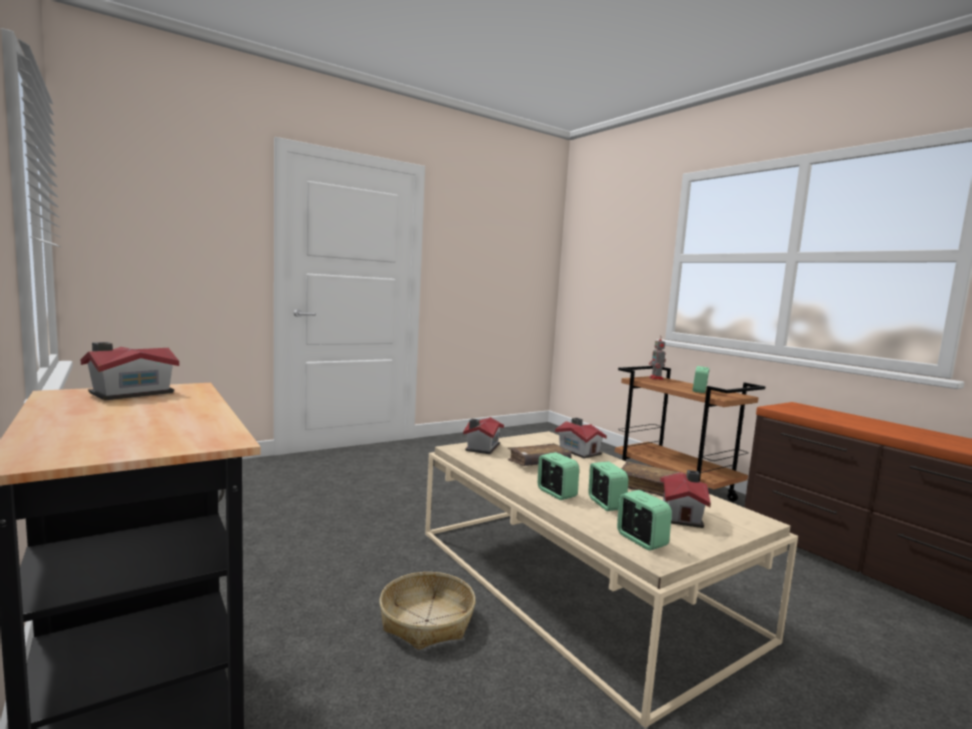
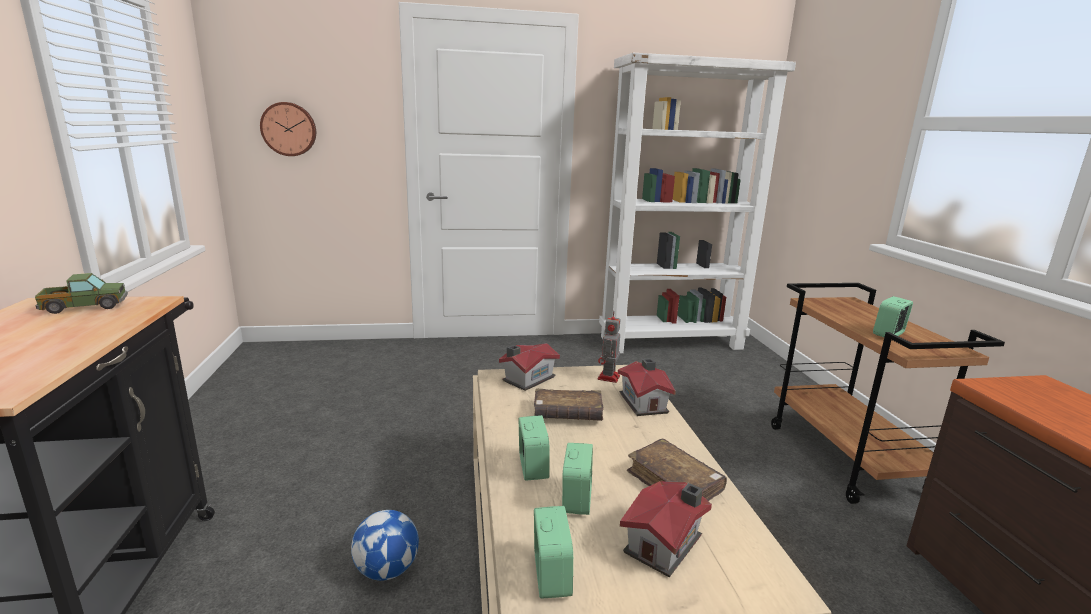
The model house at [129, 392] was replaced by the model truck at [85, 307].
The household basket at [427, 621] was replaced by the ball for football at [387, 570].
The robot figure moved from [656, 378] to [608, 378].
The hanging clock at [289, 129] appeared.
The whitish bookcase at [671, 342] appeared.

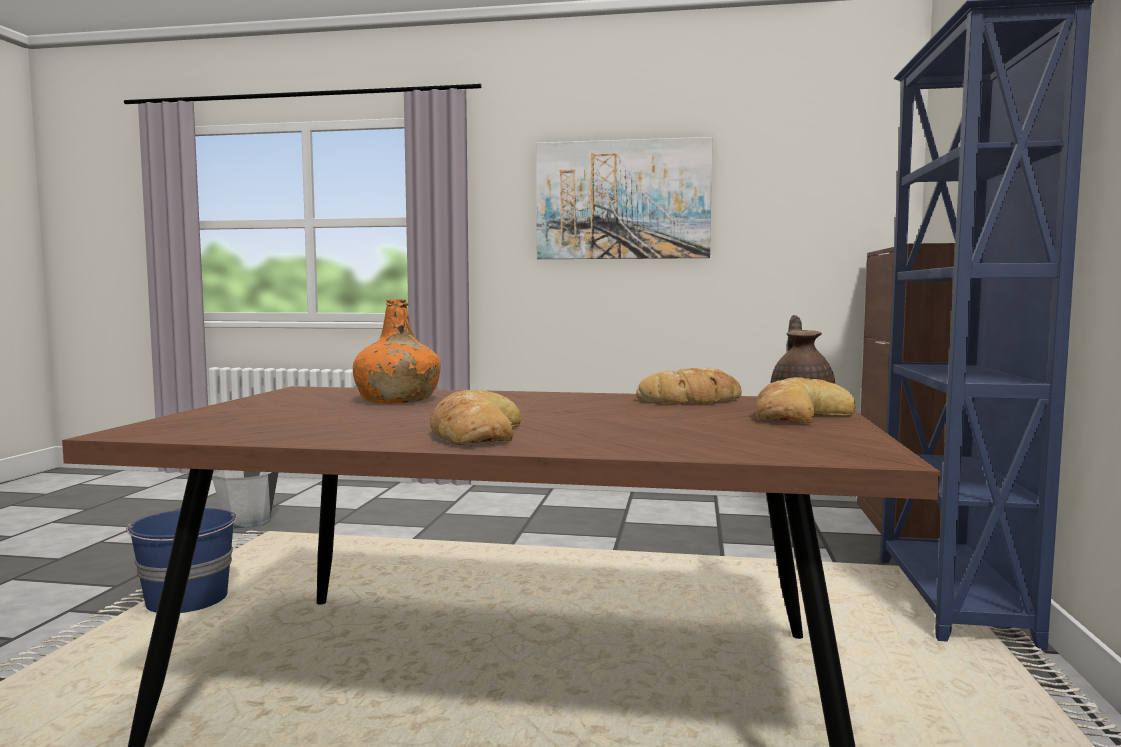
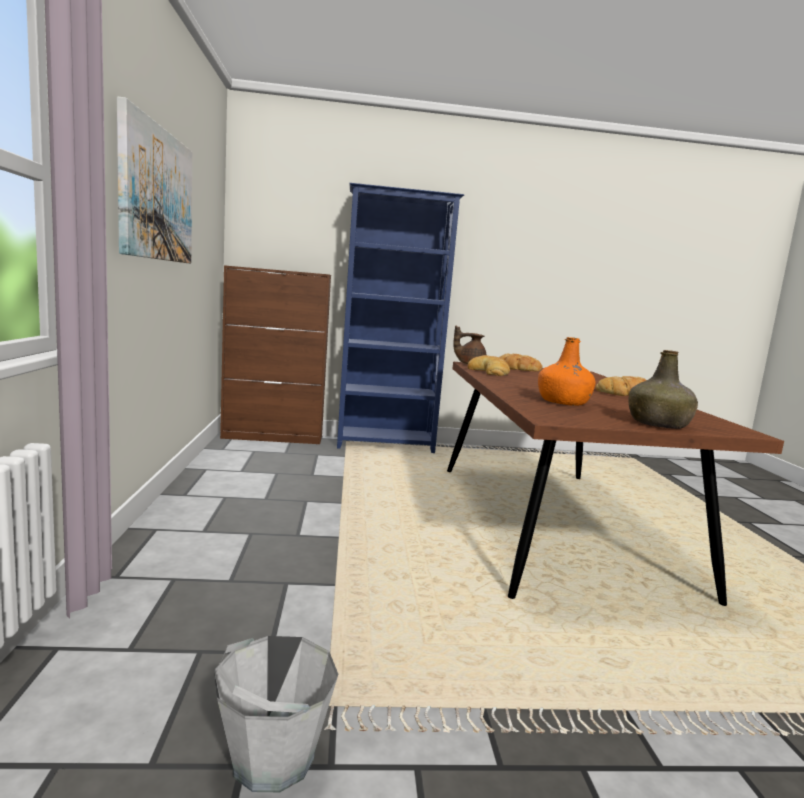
The bluish pail at [187, 601] disappeared.
The green-coloured bottle at [658, 424] appeared.

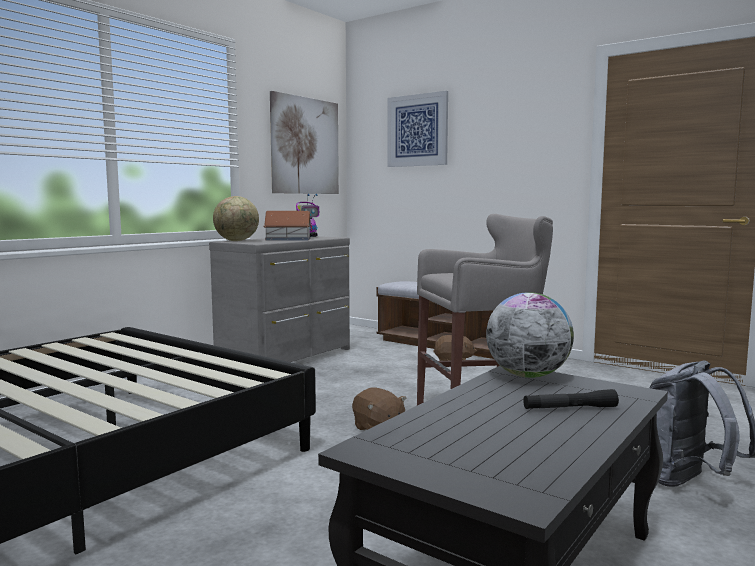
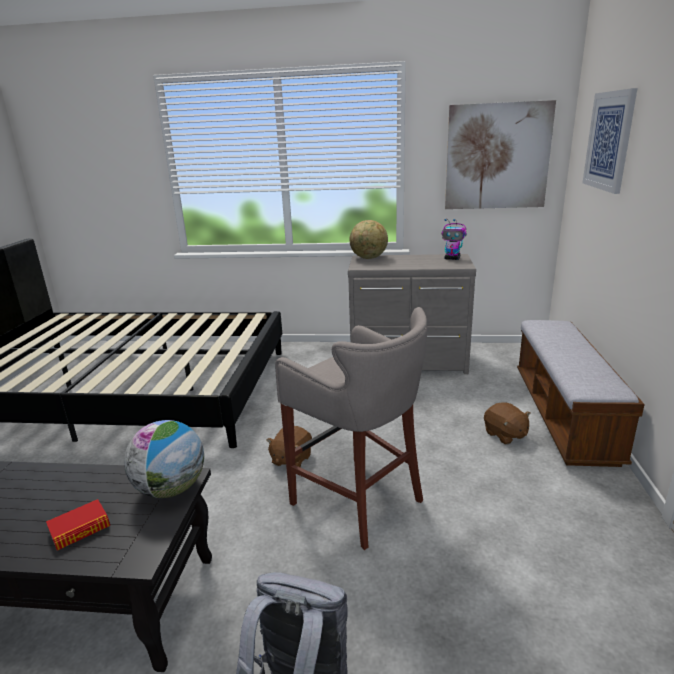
The model house at [288, 239] disappeared.
The blackish hand torch at [570, 408] was replaced by the bound book at [80, 529].

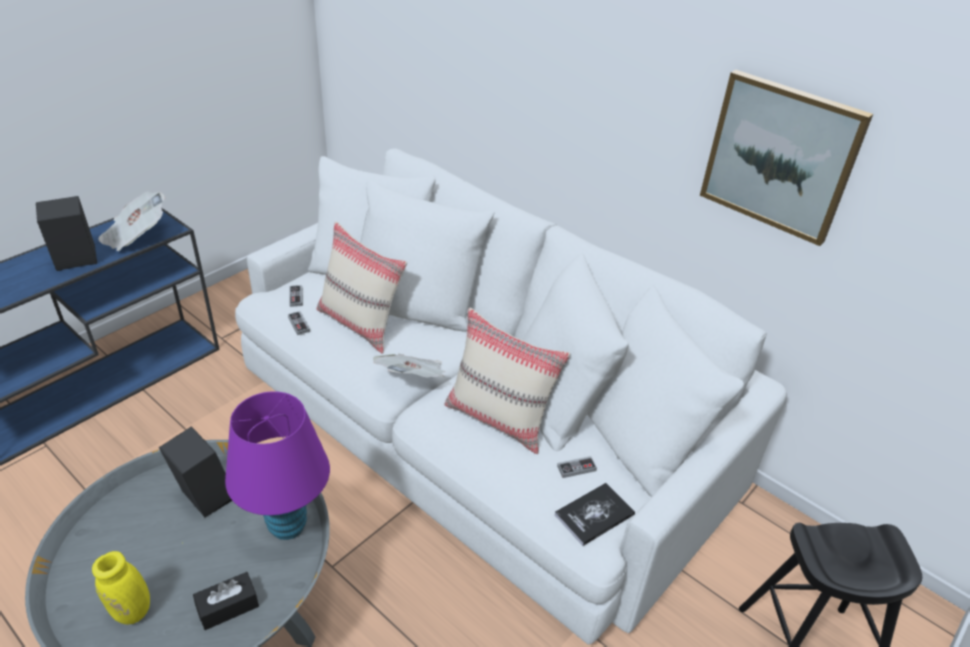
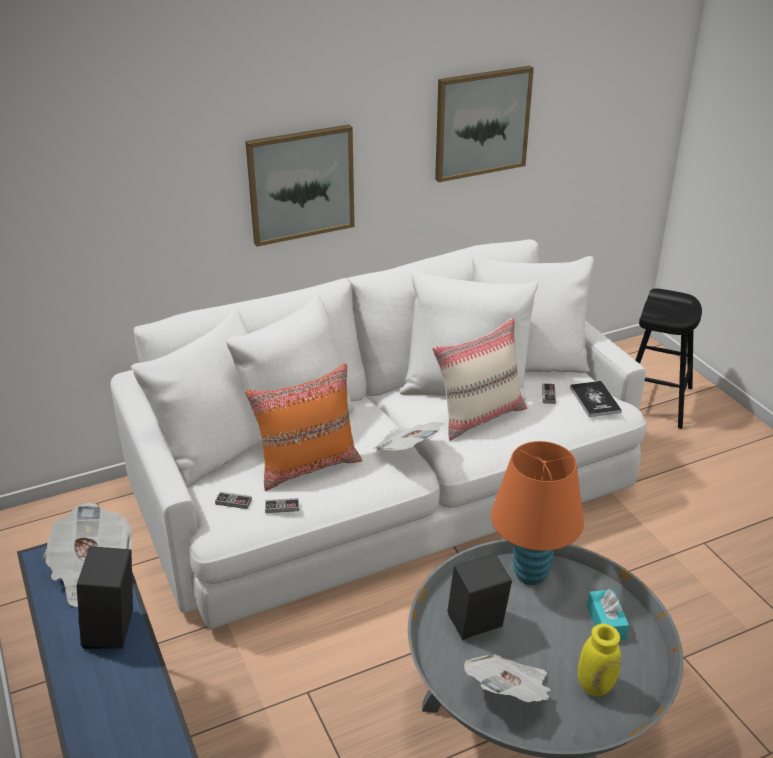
The blackish box of tissues at [228, 607] became the turquoise-coloured box of tissues at [606, 622].
The purple table lamp at [287, 526] became the orange table lamp at [531, 574].
The beige-coloured throw pillow at [361, 324] became the orange throw pillow at [308, 466].
The wall picture at [301, 184] appeared.
The printed paper at [509, 692] appeared.

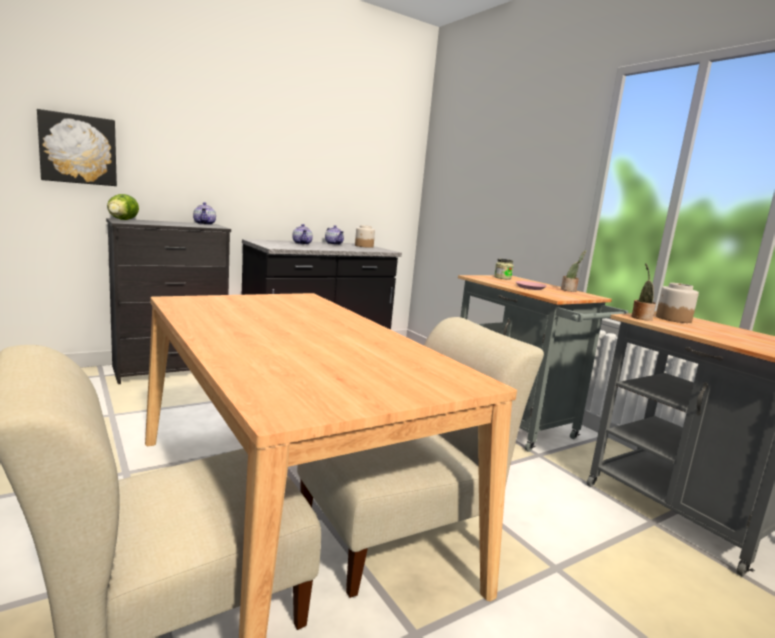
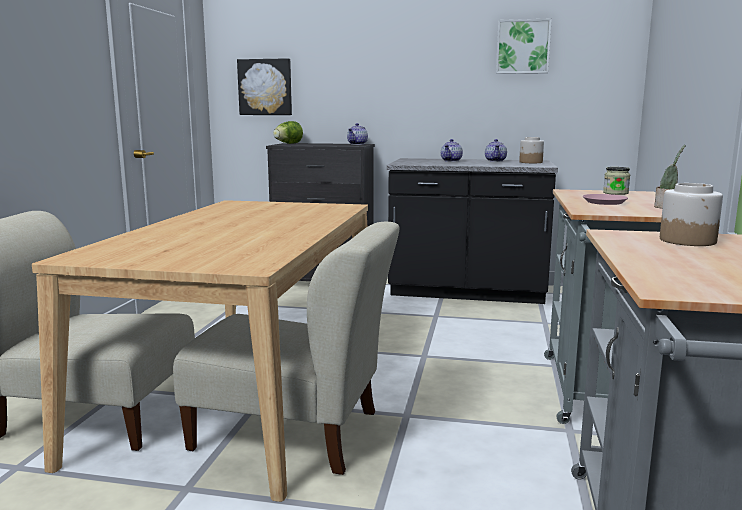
The plant in a pot at [641, 318] disappeared.
The wall picture at [523, 47] appeared.

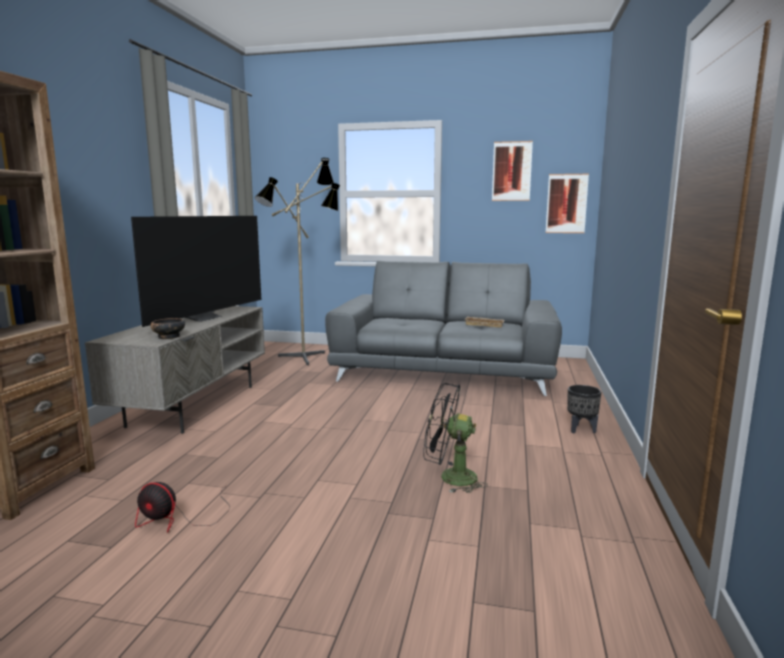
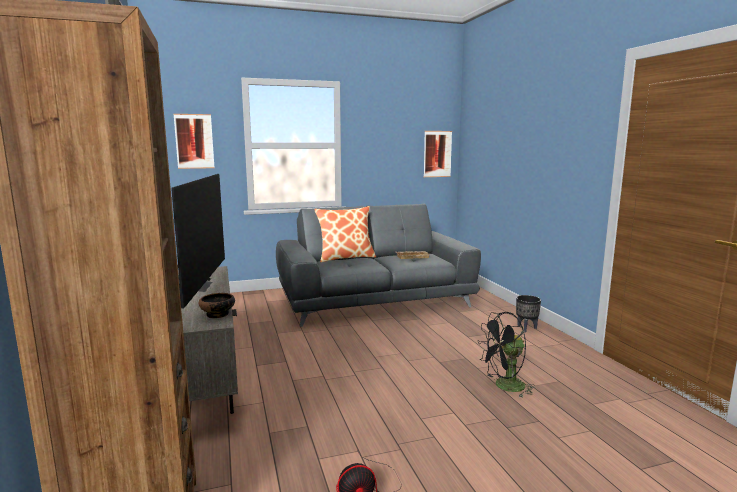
The standing lamp at [307, 359] disappeared.
The wall picture moved from [511, 171] to [194, 141].
The throw pillow at [345, 257] appeared.

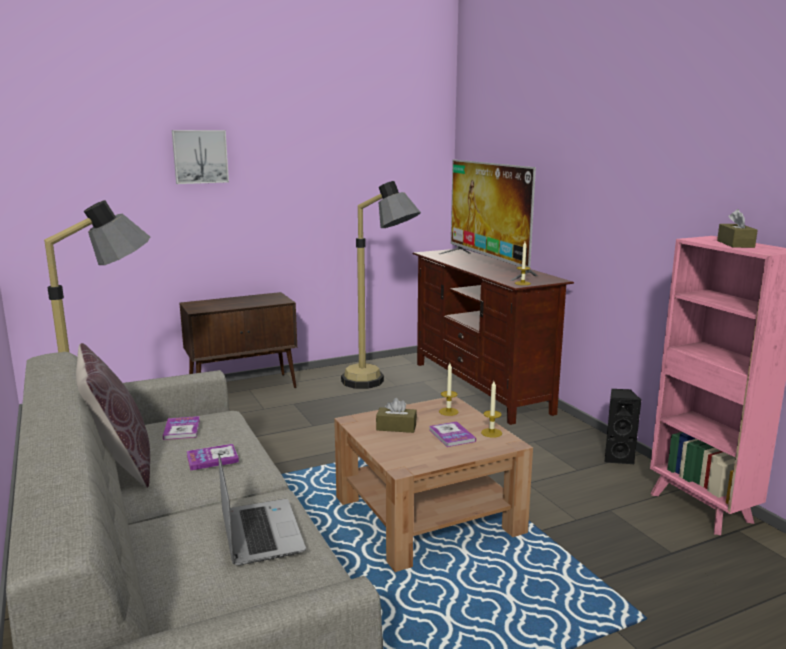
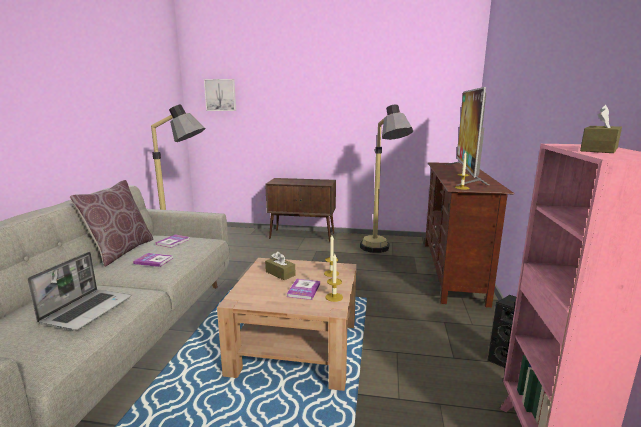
The wall picture moved from [200, 156] to [220, 95].

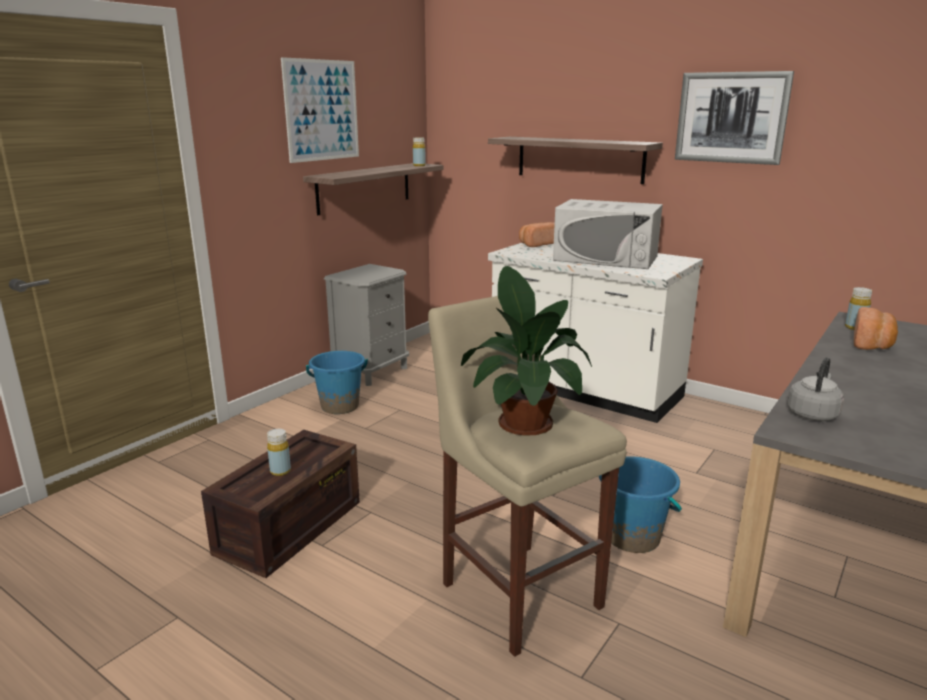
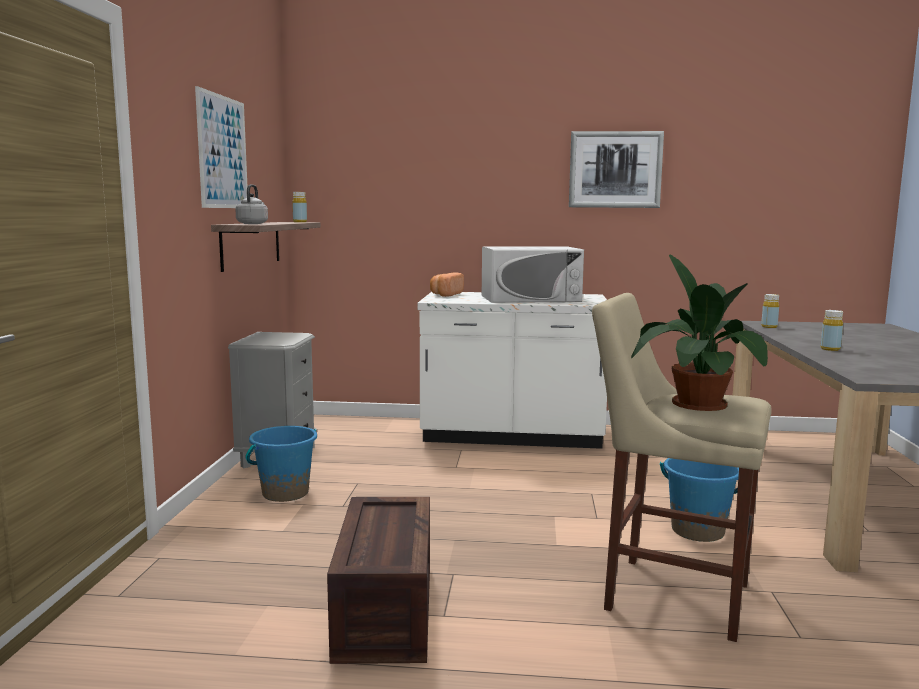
The yellowish bottle moved from [280, 471] to [830, 349].
The shelf at [579, 159] disappeared.
The greyish tea kettle moved from [813, 414] to [253, 224].
The bread at [872, 344] disappeared.

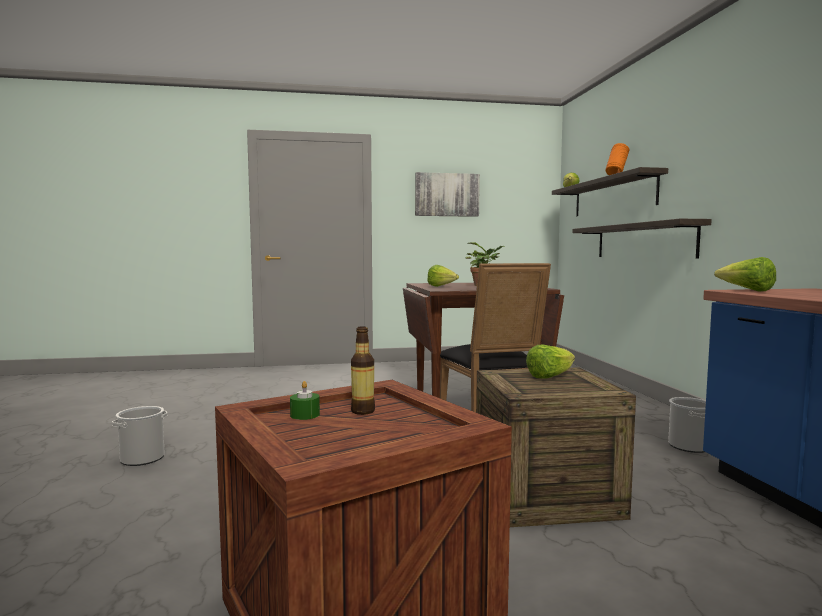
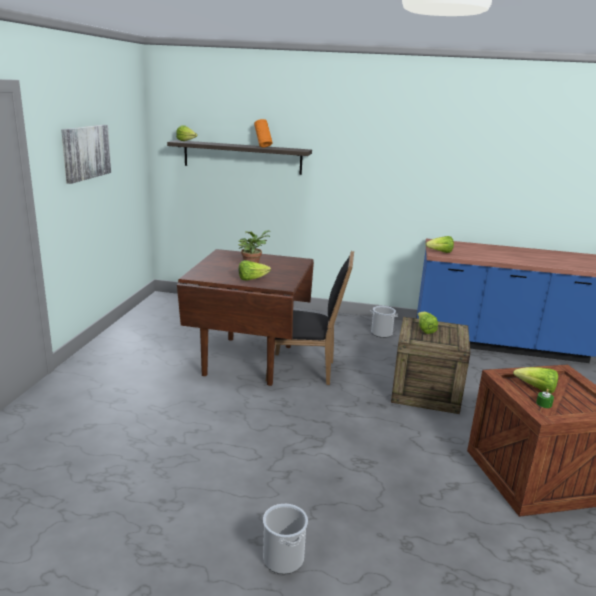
The bottle at [362, 411] was replaced by the lettuce head at [536, 389].
The shelf at [642, 241] disappeared.

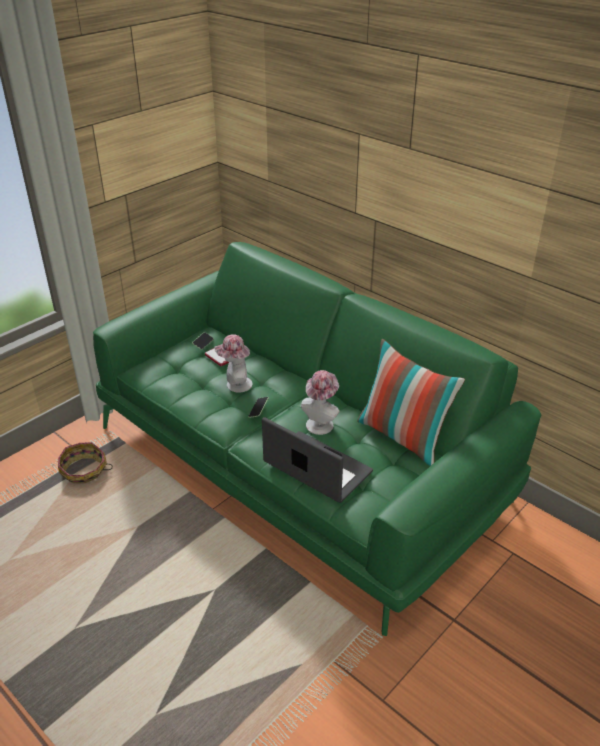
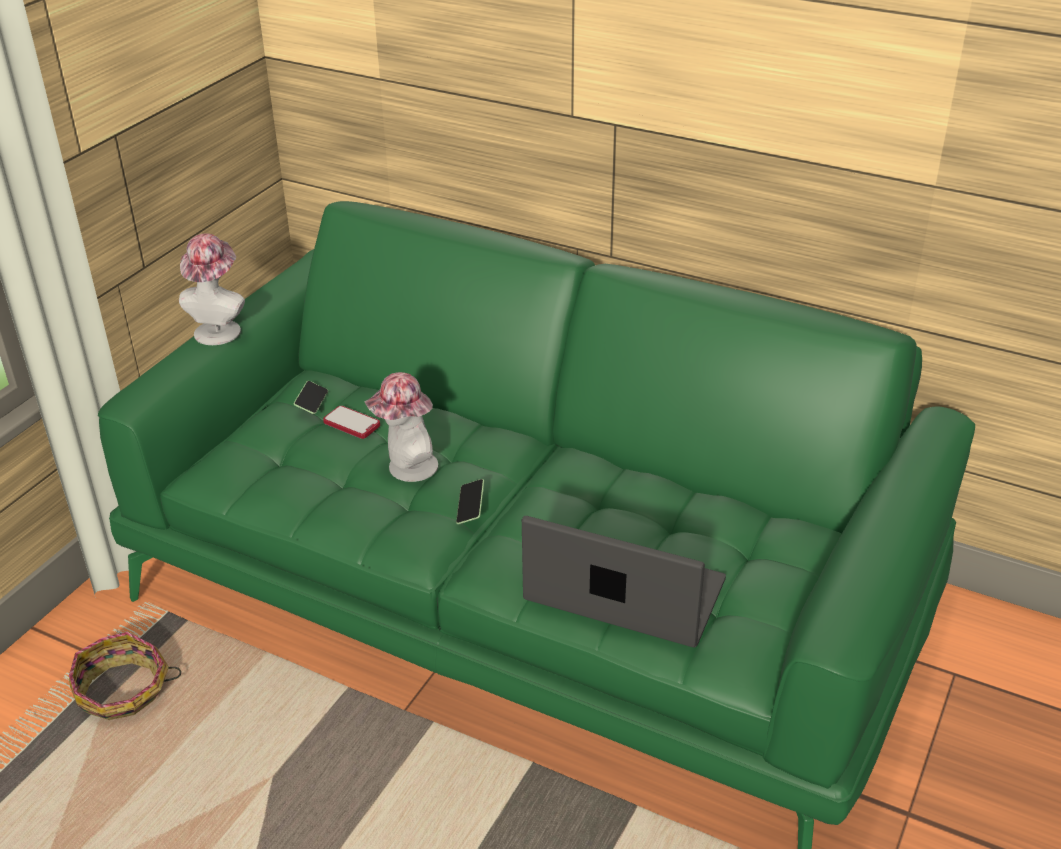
The clothing hat moved from [321, 423] to [219, 329].
The throw pillow at [403, 437] disappeared.

